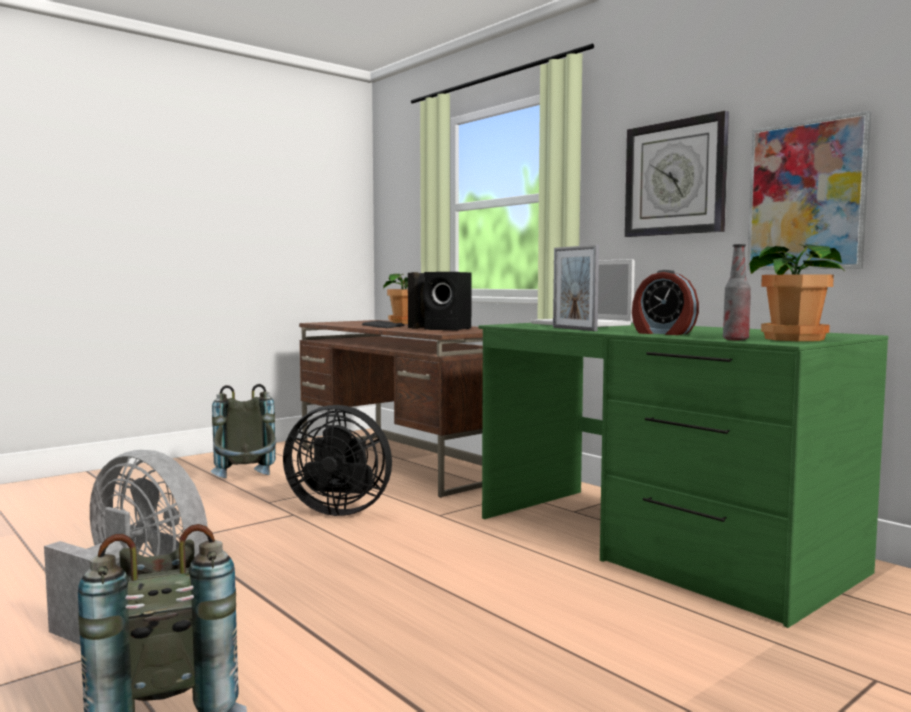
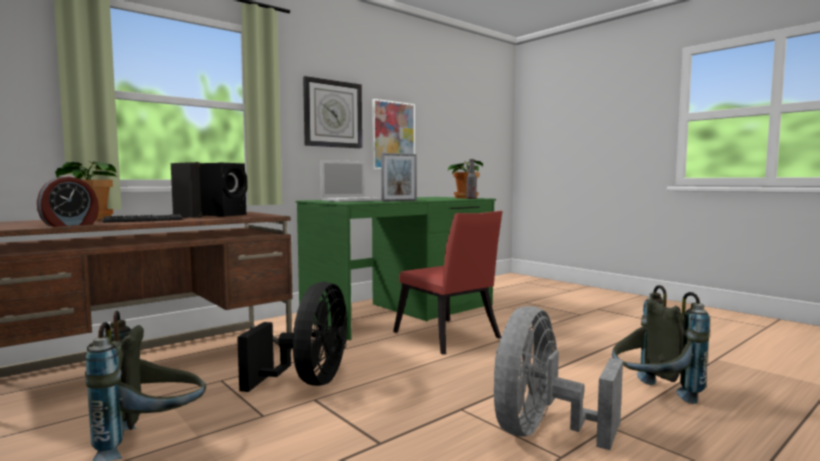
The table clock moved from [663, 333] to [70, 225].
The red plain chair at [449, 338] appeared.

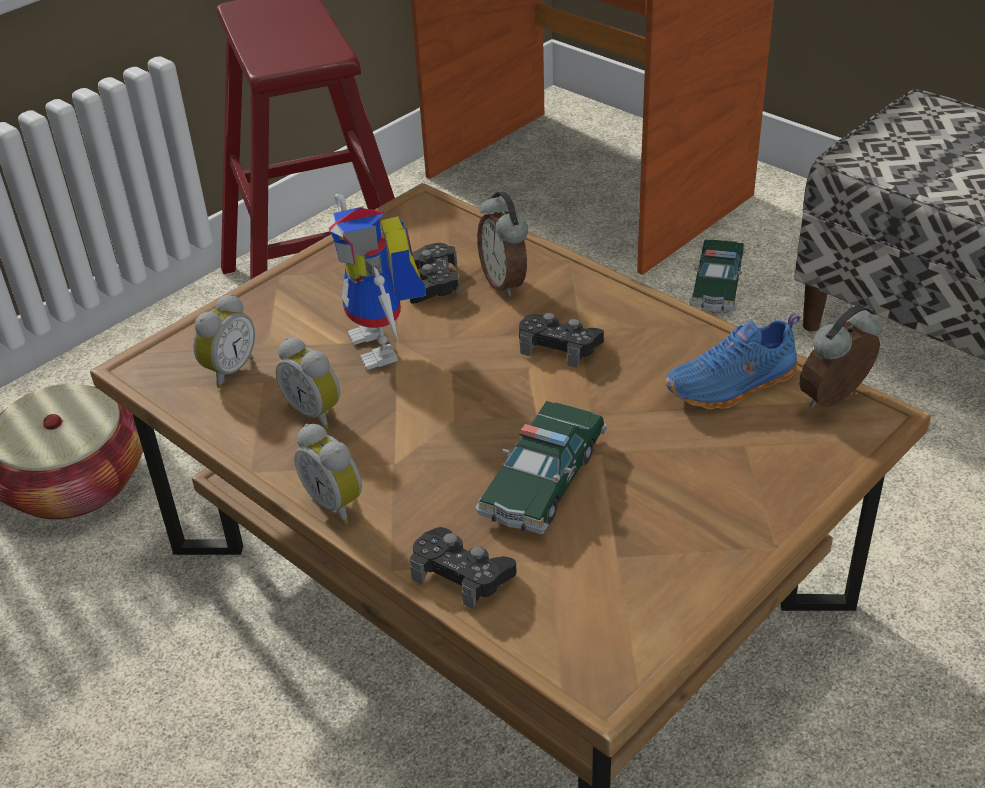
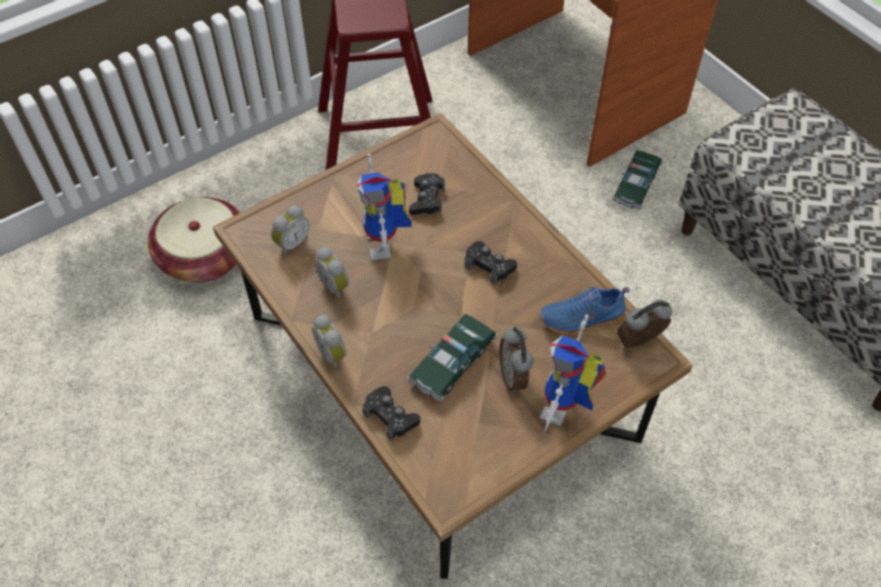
The table clock moved from [505, 282] to [514, 376].
The robot figure at [564, 411] appeared.

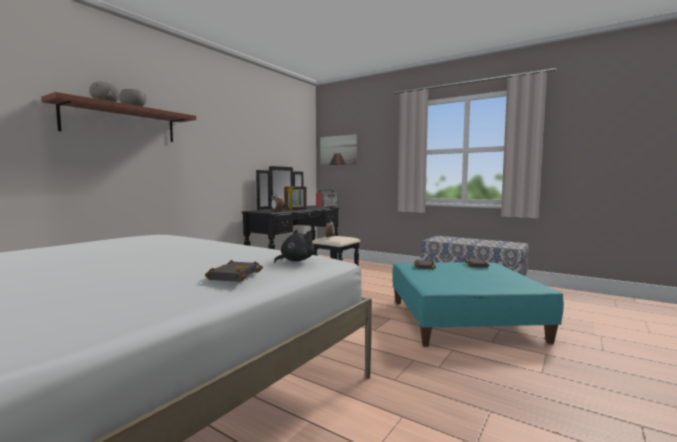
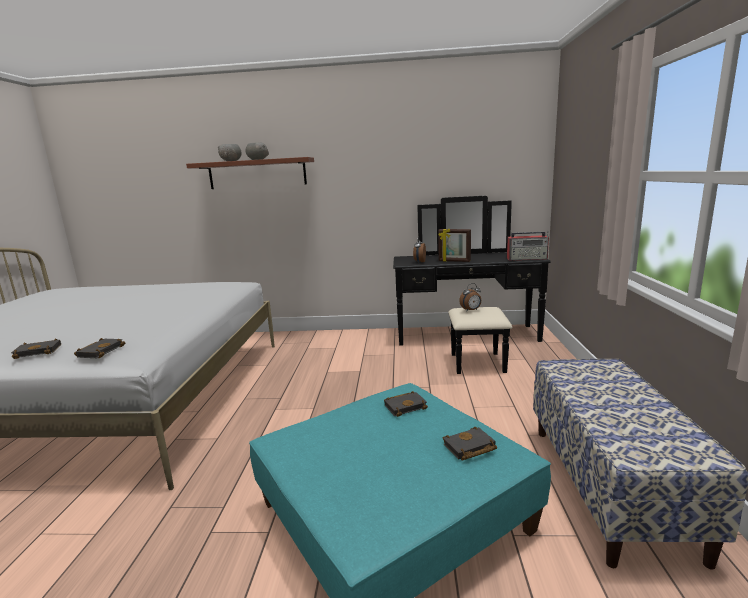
The blackish soft toy at [295, 260] was replaced by the blackish bound book at [100, 351].
The wall picture at [338, 150] disappeared.

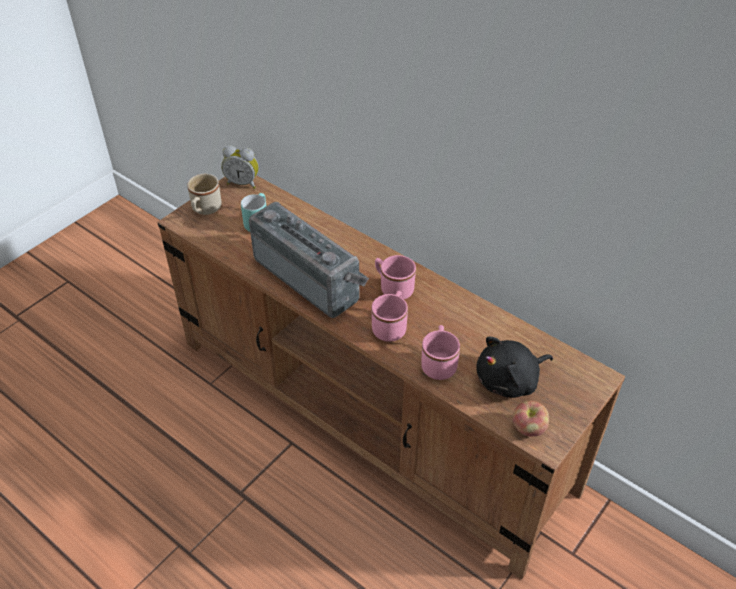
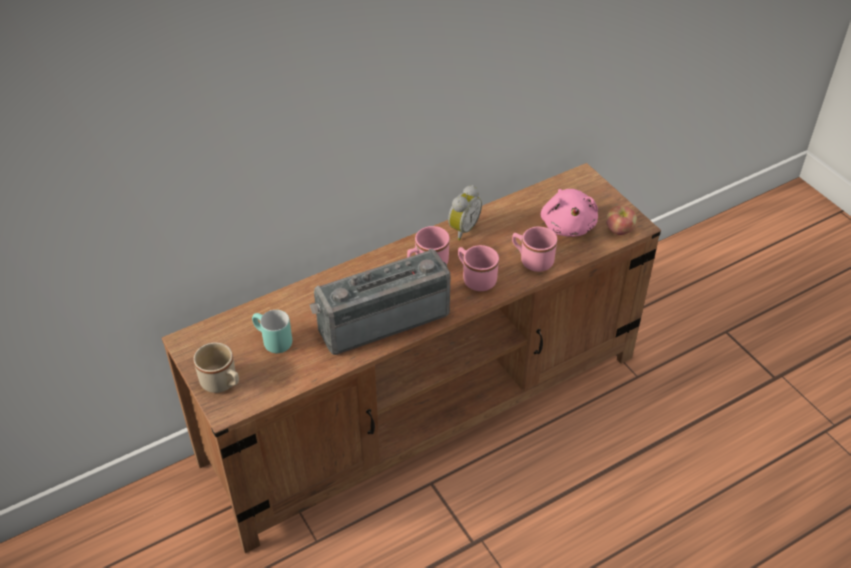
The table clock moved from [243, 183] to [462, 229].
The blackish soft toy at [510, 381] became the pinkish soft toy at [568, 225].

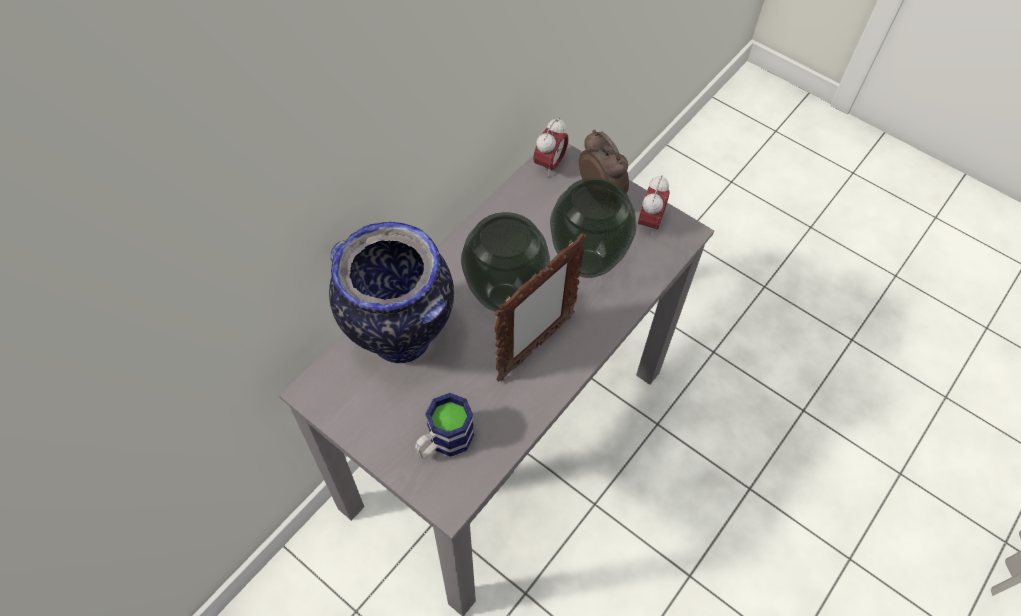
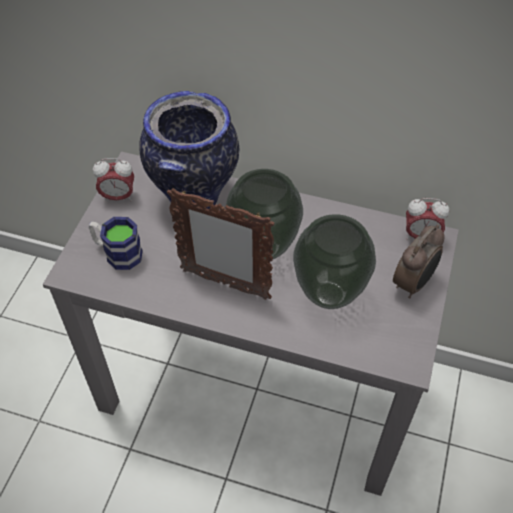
The table clock moved from [649, 223] to [118, 197].

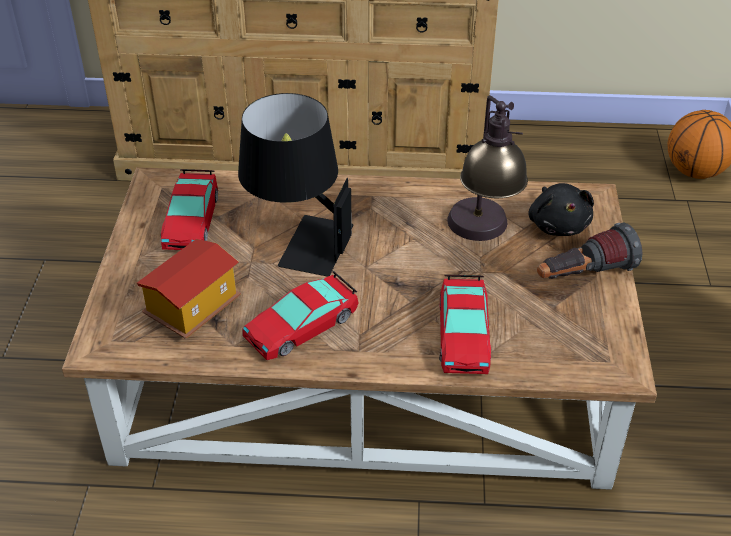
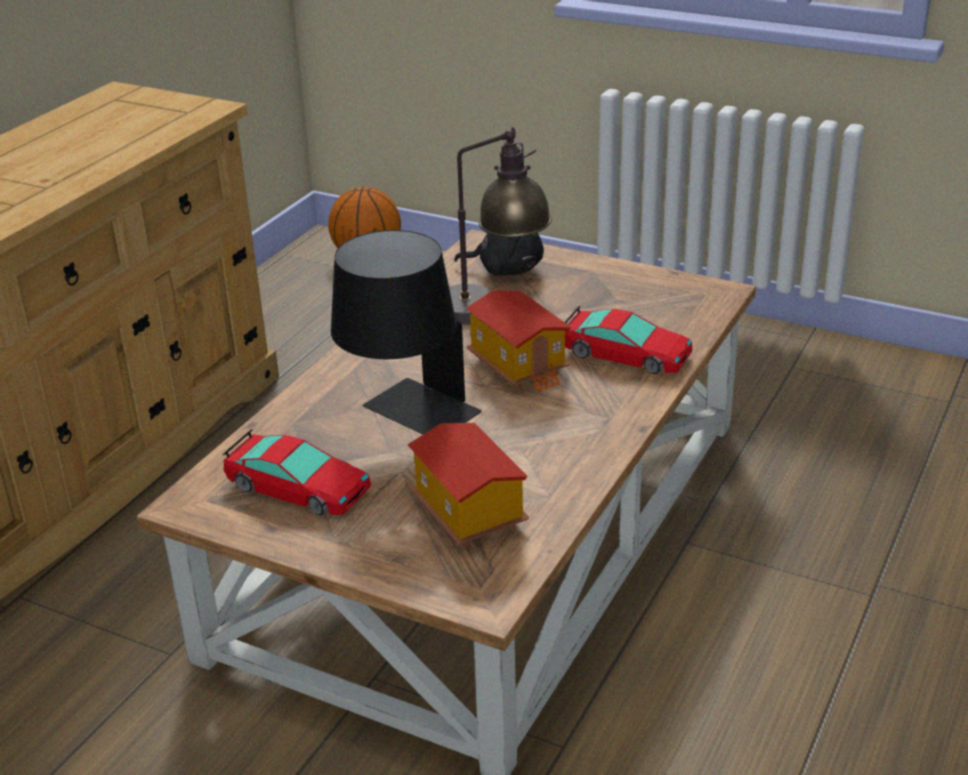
The model car at [301, 325] disappeared.
The hand torch at [583, 276] disappeared.
The model house at [519, 365] appeared.

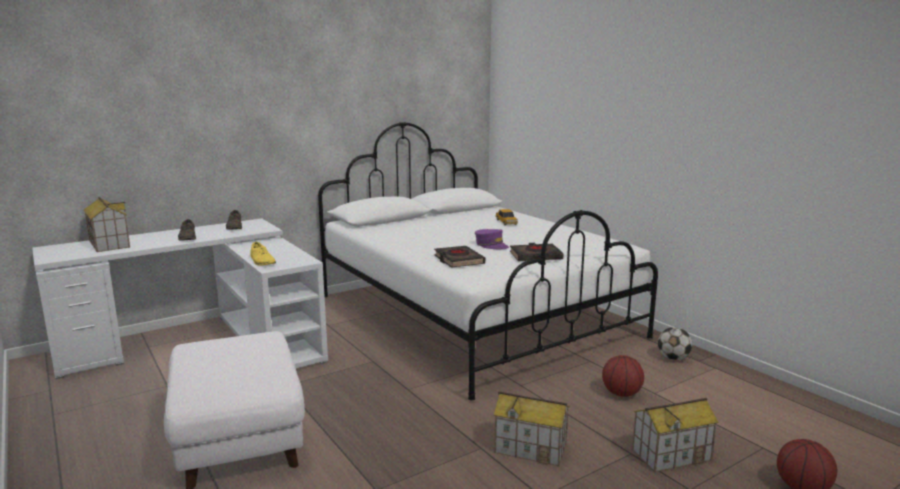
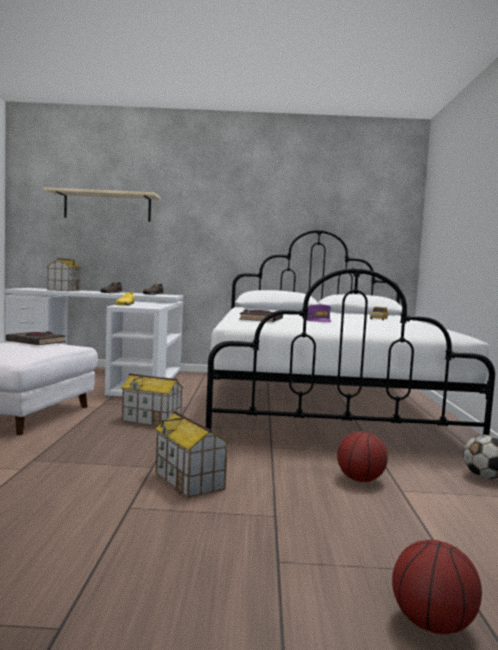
The blackish bound book moved from [535, 256] to [36, 342].
The model house moved from [671, 454] to [152, 420].
The beige-coloured shelf at [107, 207] appeared.

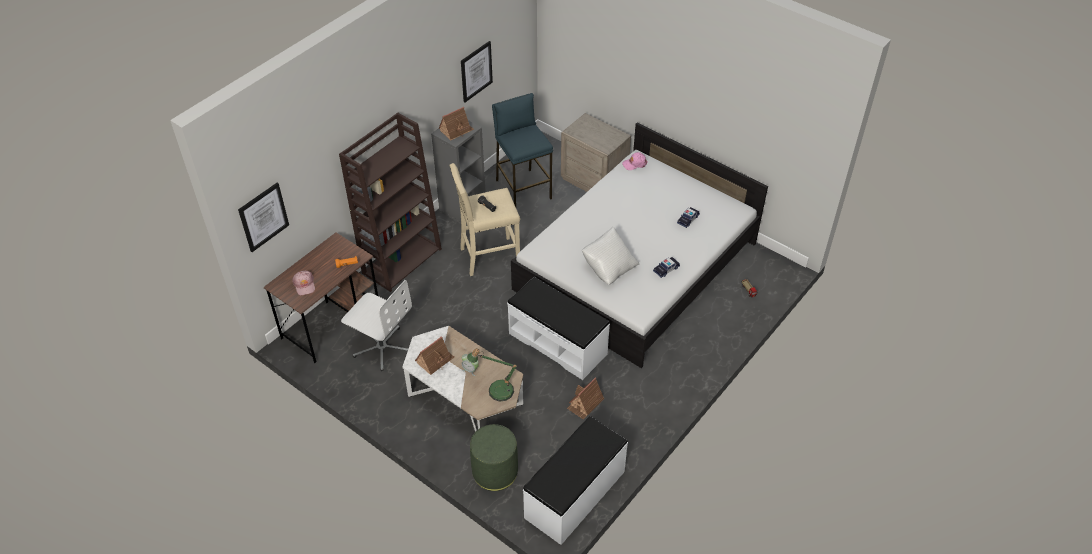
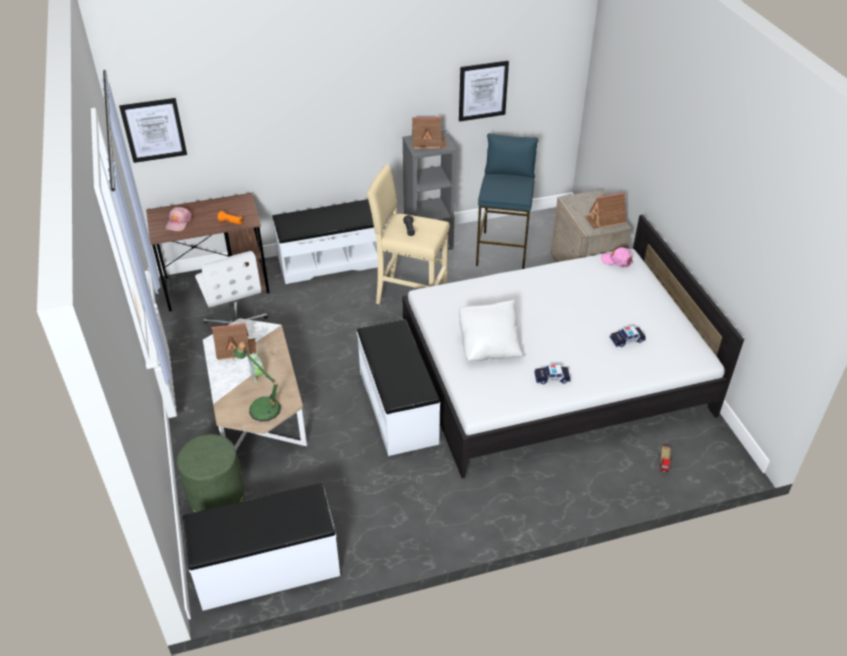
The brownish bookcase at [402, 260] was replaced by the whitish bench at [329, 262].
The model house moved from [585, 403] to [605, 220].

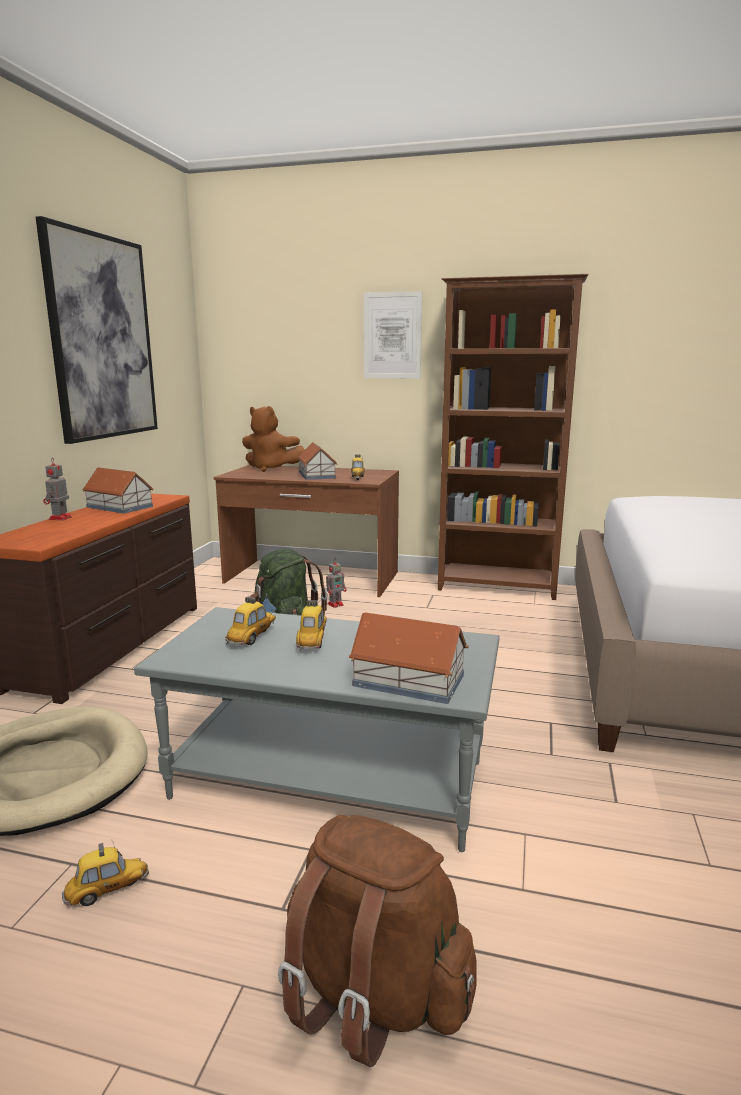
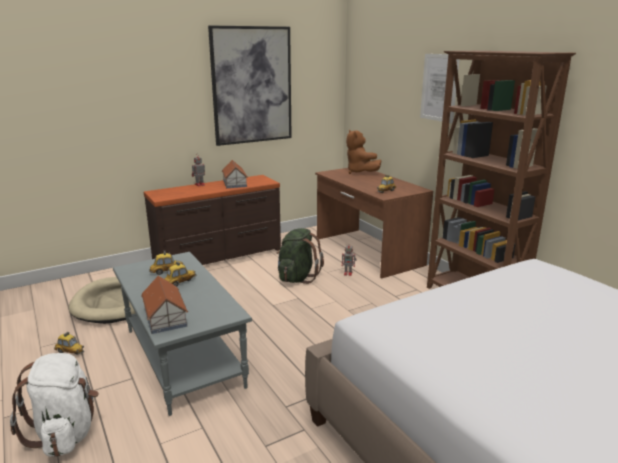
The brownish backpack at [373, 994] became the whitish backpack at [66, 433].
The model house at [317, 475] disappeared.

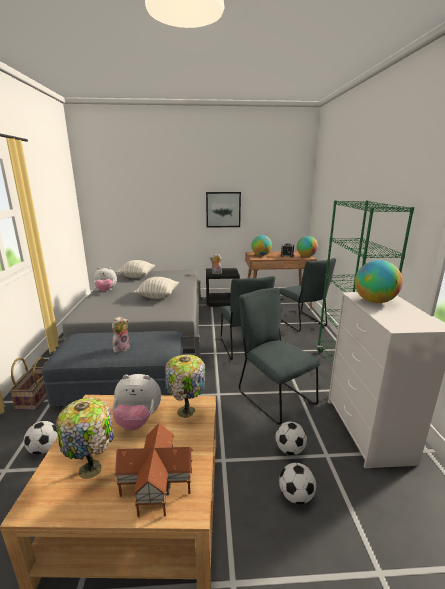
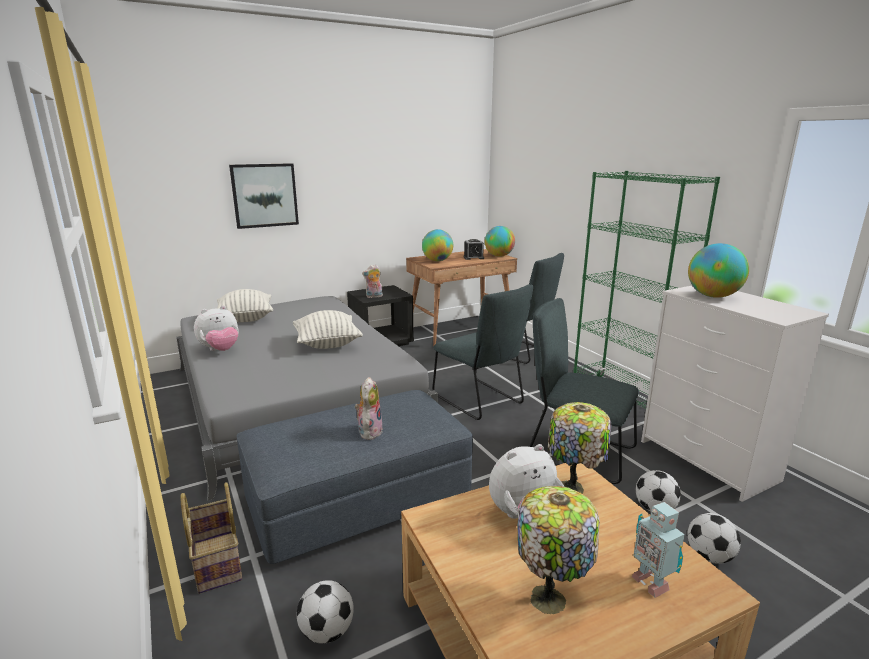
The model house at [158, 484] was replaced by the robot figure at [651, 581].
The wall picture moved from [223, 209] to [264, 195].

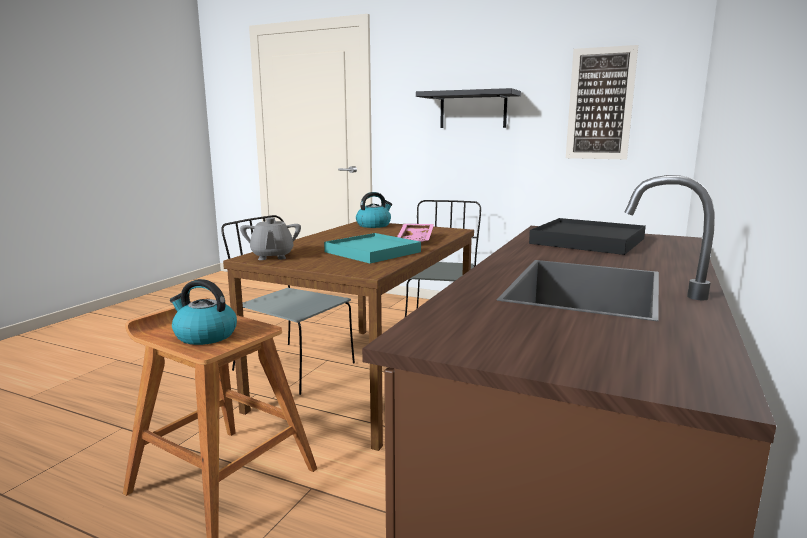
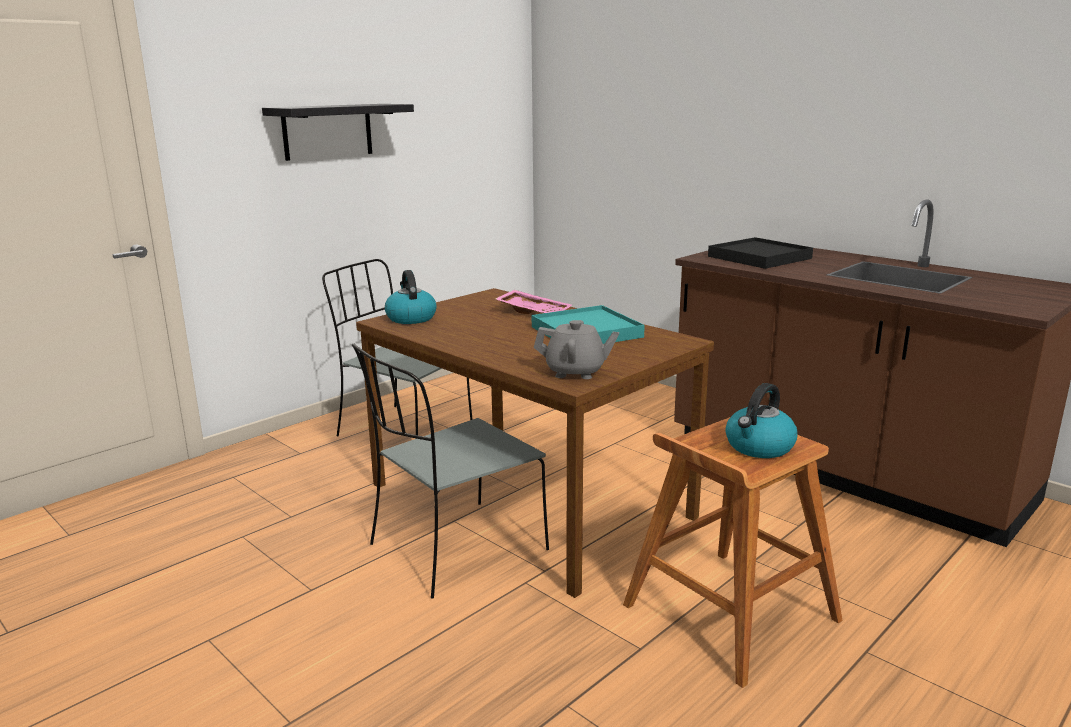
The wall picture at [600, 104] disappeared.

